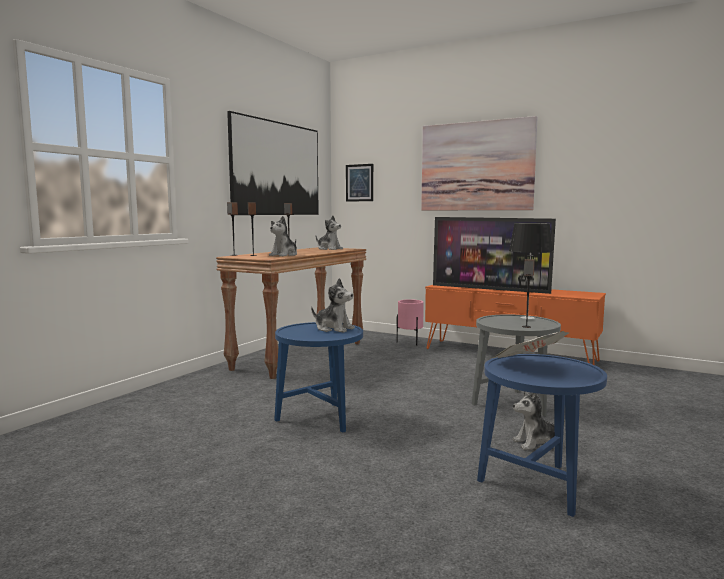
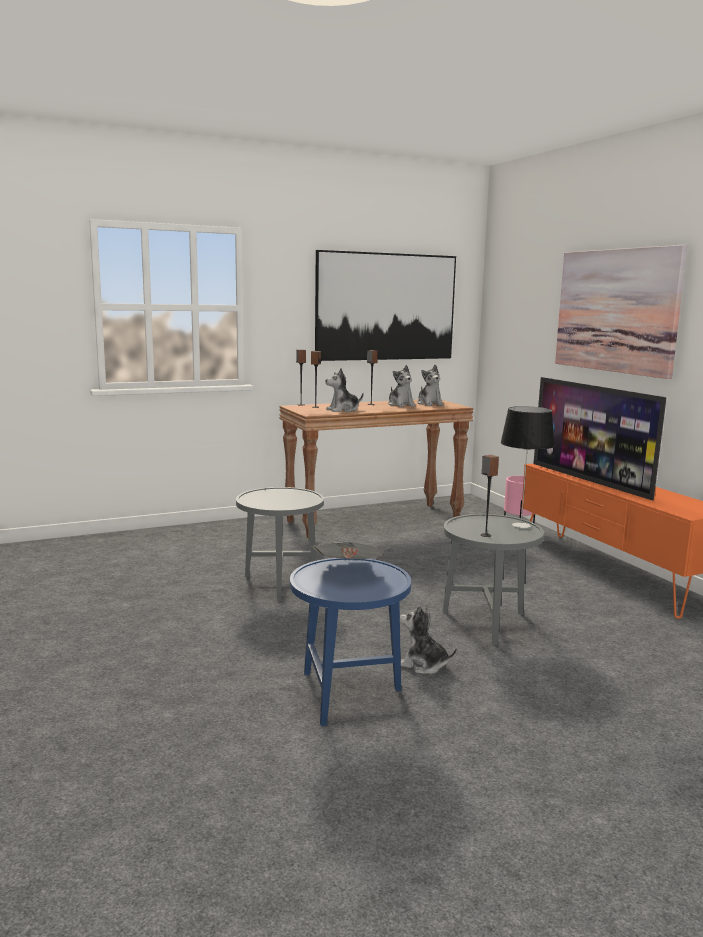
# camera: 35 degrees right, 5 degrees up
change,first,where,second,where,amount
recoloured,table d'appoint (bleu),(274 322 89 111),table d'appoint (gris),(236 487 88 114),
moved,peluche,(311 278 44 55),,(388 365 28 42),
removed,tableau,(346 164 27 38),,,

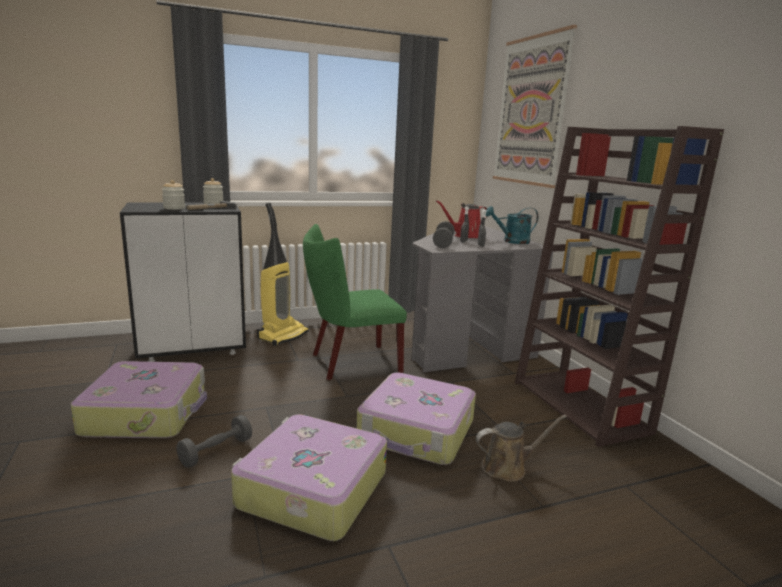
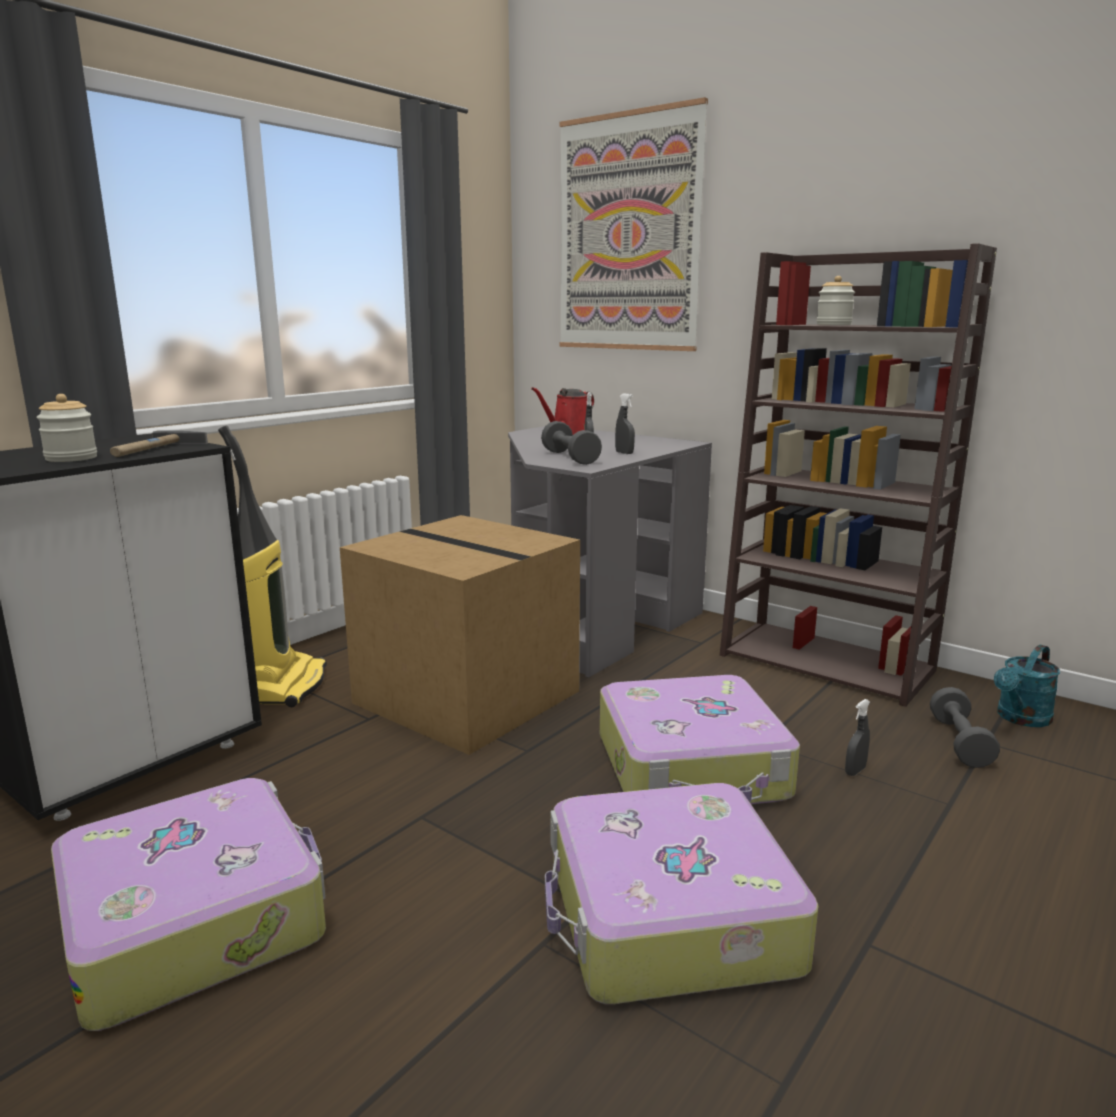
# camera: 30 degrees left, 0 degrees up
change,first,where,second,where,amount
moved,haltère (gris),(176 415 76 53),,(930 687 70 81),
moved,bocal,(203 178 20 26),,(816 276 39 49),
replaced,chaise (vert),(303 224 104 156),carton,(340 515 240 240),
replaced,arrosoir (marron),(476 415 91 67),vaporisateur (gris),(845 699 25 77),
moved,arrosoir (turquoise),(485 206 53 38),,(994 645 66 82),

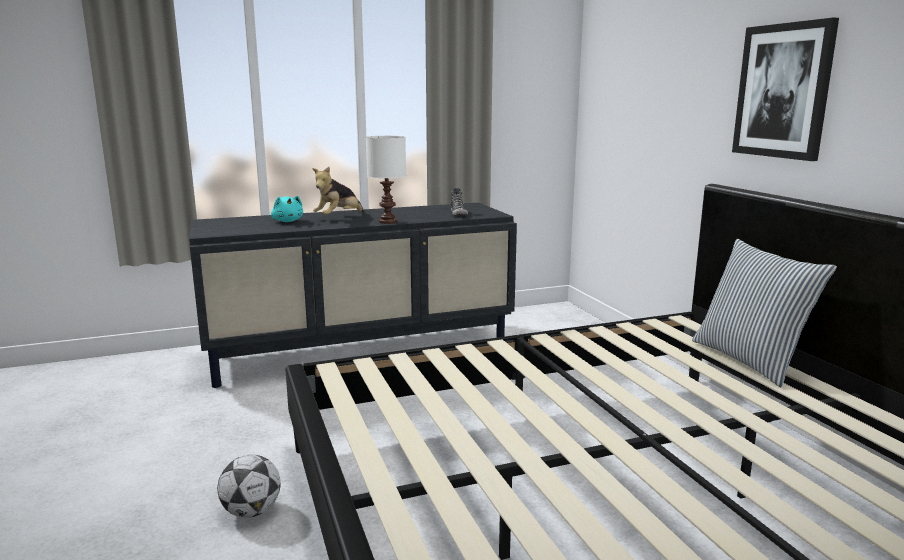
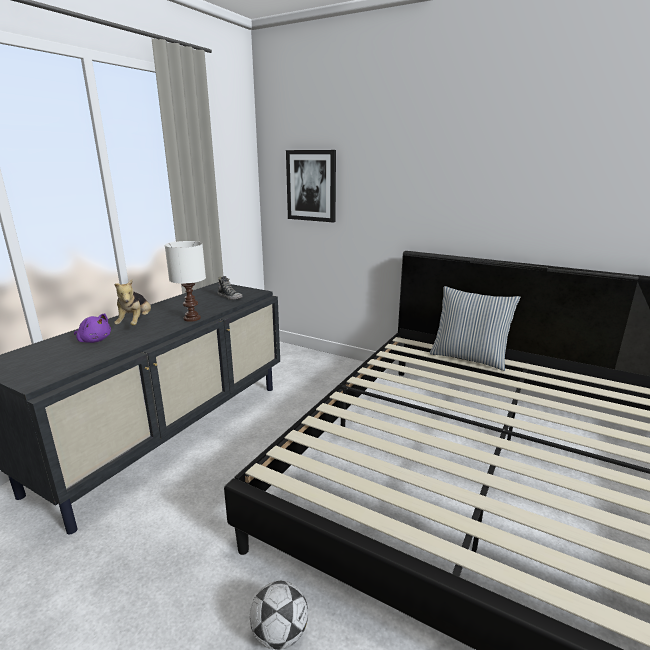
# camera: 40 degrees left, 5 degrees up
change,first,where,second,where,amount
recoloured,peluche (turquoise),(271 196 32 26),peluche (violet),(74 313 37 30),
moved,tableau,(732 18 107 143),,(286 150 50 73),

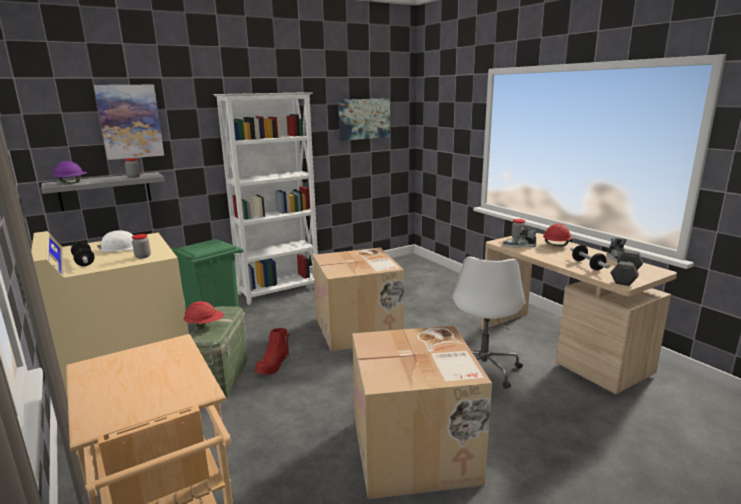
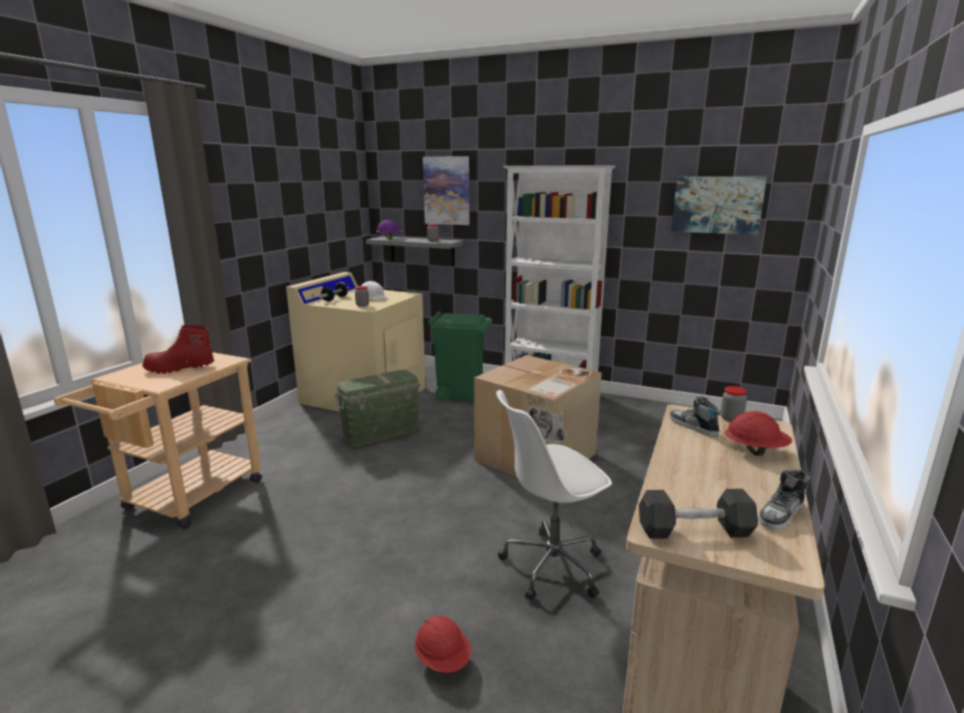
# camera: 55 degrees right, 0 degrees up
change,first,where,second,where,amount
moved,casque de chantier (rouge),(183 301 41 28),,(415 615 56 58),
moved,botte (rouge),(255 328 35 47),,(142 324 72 50),
removed,carton,(352 326 140 173),,,
removed,haltère,(570 245 39 25),,,

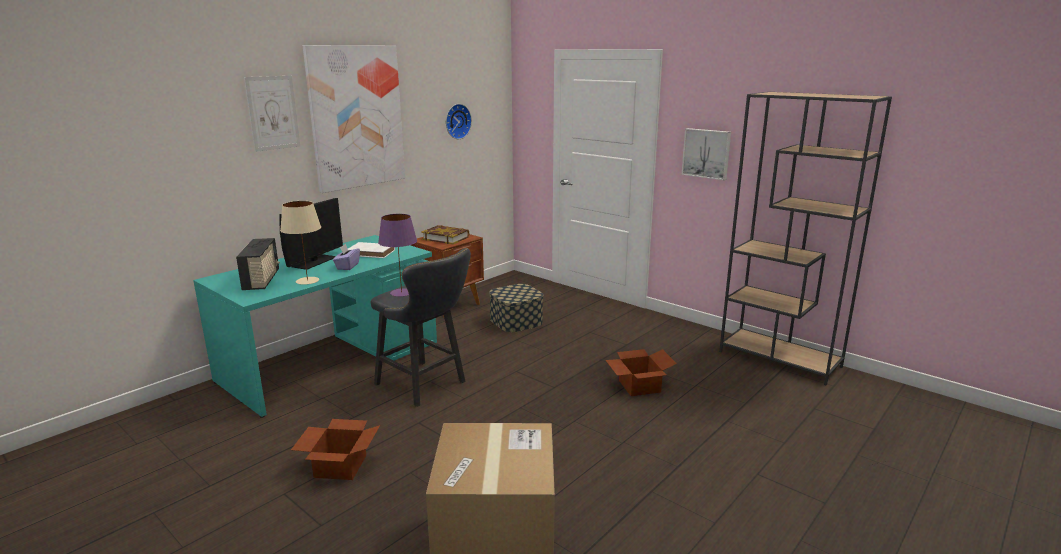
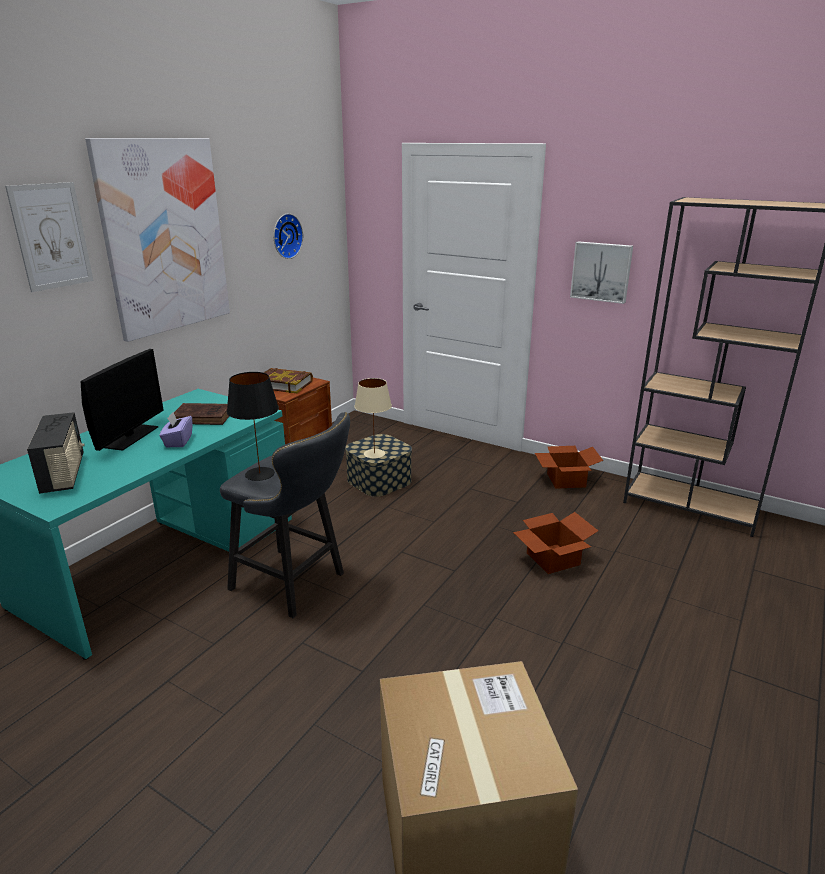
# camera: 10 degrees left, 5 degrees up
change,first,where,second,where,amount
moved,lampe de table (beige),(280 201 41 84),,(354 378 38 80),
moved,carton,(291 419 89 61),,(535 446 68 43),
recoloured,livre (blanc),(348 242 47 16),livre (marron),(174 403 55 22),
recoloured,lampe de table (violet),(378 214 39 83),lampe de table (noir),(227 372 52 109),

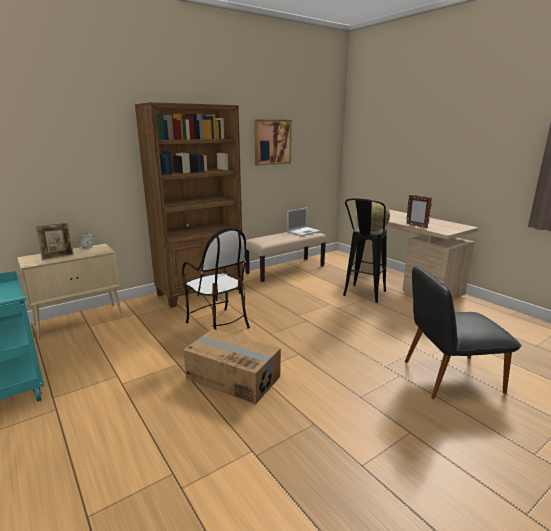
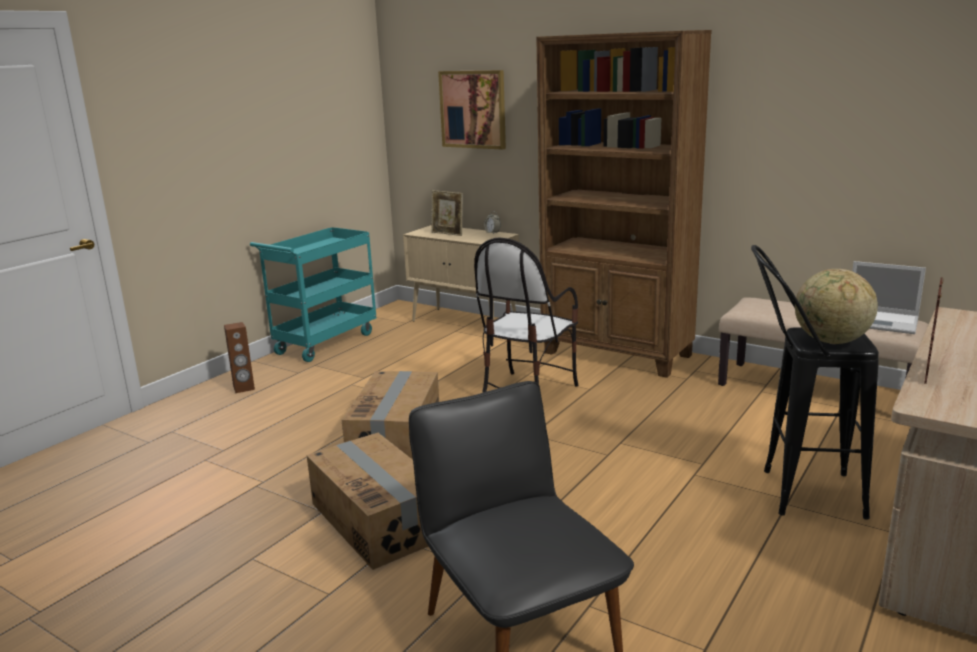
# camera: 70 degrees right, 0 degrees up
change,first,where,second,where,amount
moved,tableau,(254 120 38 46),,(438 70 68 80),
added,,,enceinte (marron),(224 322 31 71),
added,,,carton,(307 433 122 137),

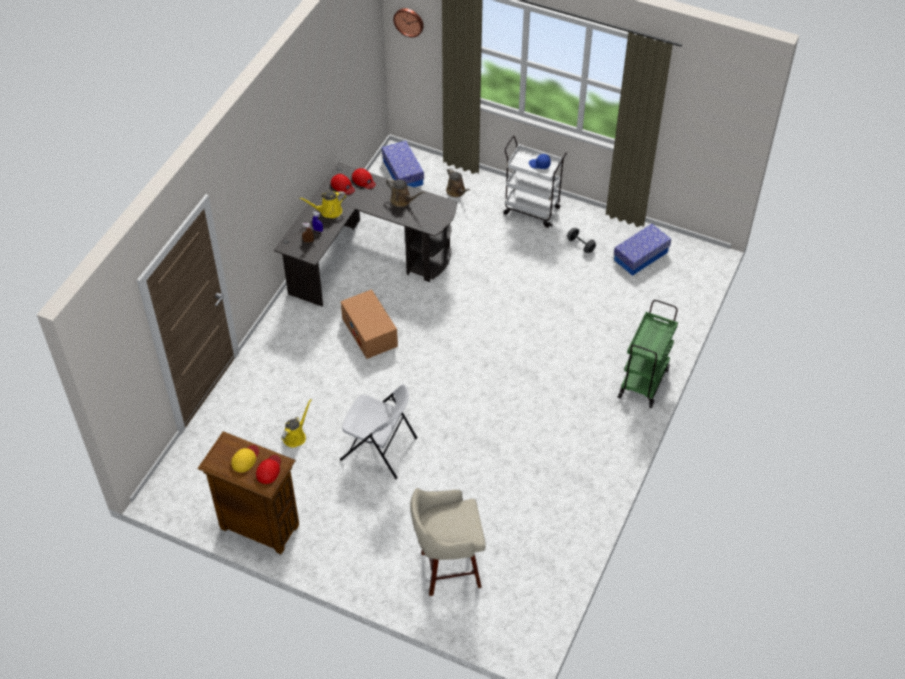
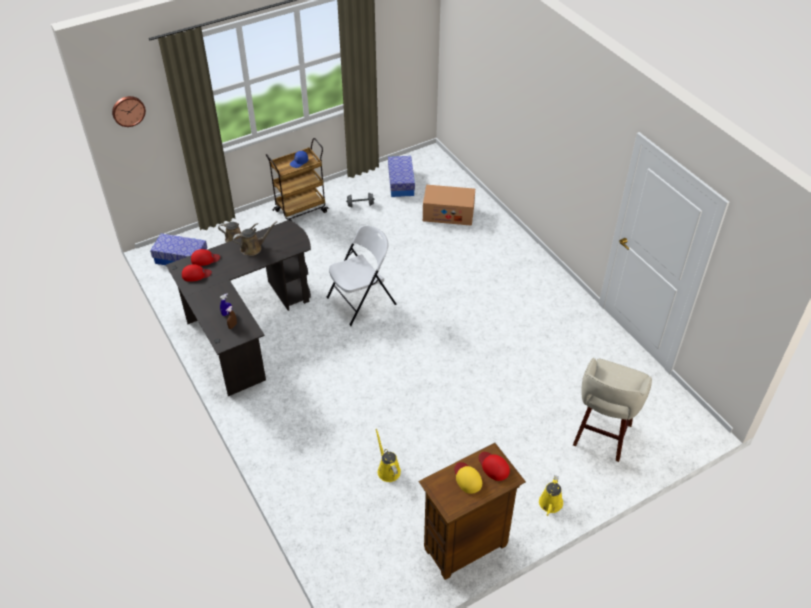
# camera: 55 degrees left, 5 degrees down
change,first,where,second,where,amount
moved,arrosoir (jaune),(299 191 47 27),,(539 475 24 41),
moved,chaise (blanc),(340 384 77 96),,(327 225 69 101),
moved,carton,(341 289 57 70),,(423 185 52 41),
recoloured,chariot (blanc),(504 136 63 92),chariot (marron),(266 138 62 83),
removed,chariot (vert),(617 300 61 108),,,

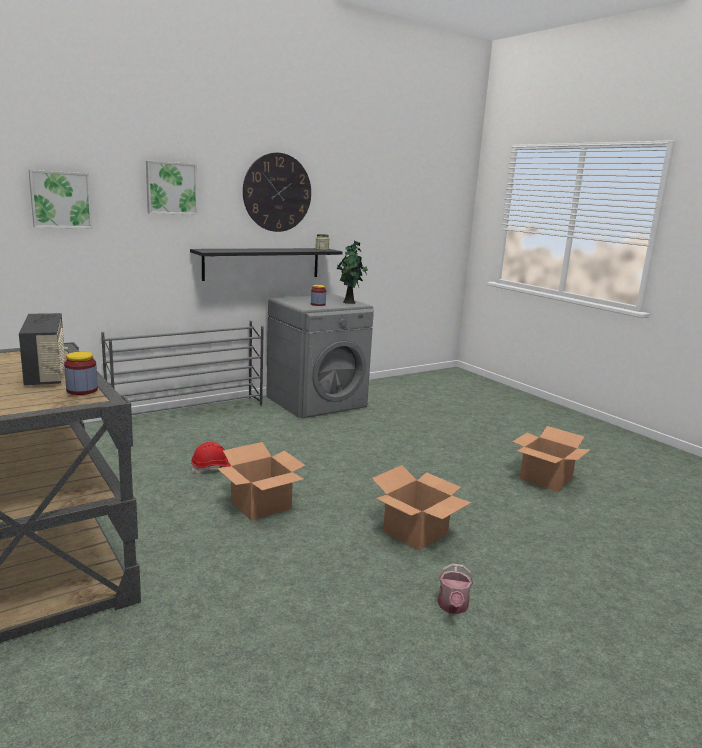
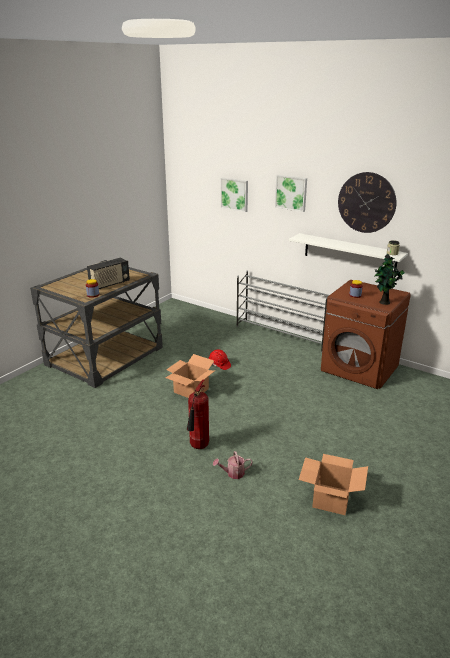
# camera: 70 degrees right, 10 degrees up
change,first,where,second,where,amount
recoloured,étagère (noir),(190 248 152 33),étagère (blanc),(289 233 119 35),
recoloured,lave-linge (gris),(266 294 108 124),lave-linge (marron),(321 280 90 109),
replaced,carton,(372 465 99 86),extincteur,(187 380 22 69),
moved,arrosoir,(437 563 36 51),,(213 451 40 28),

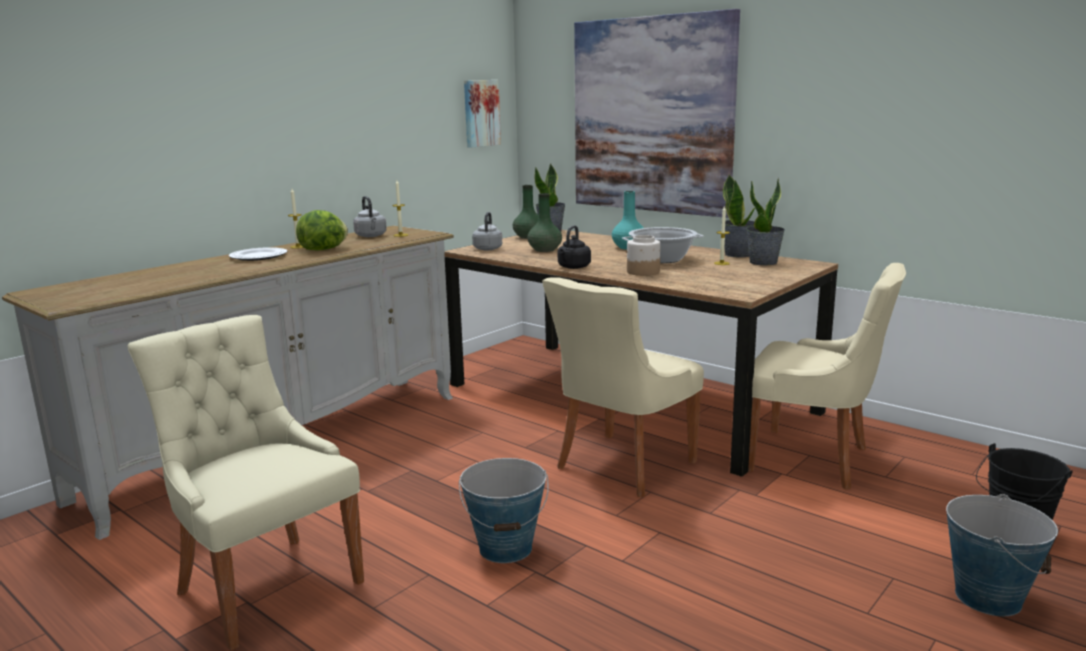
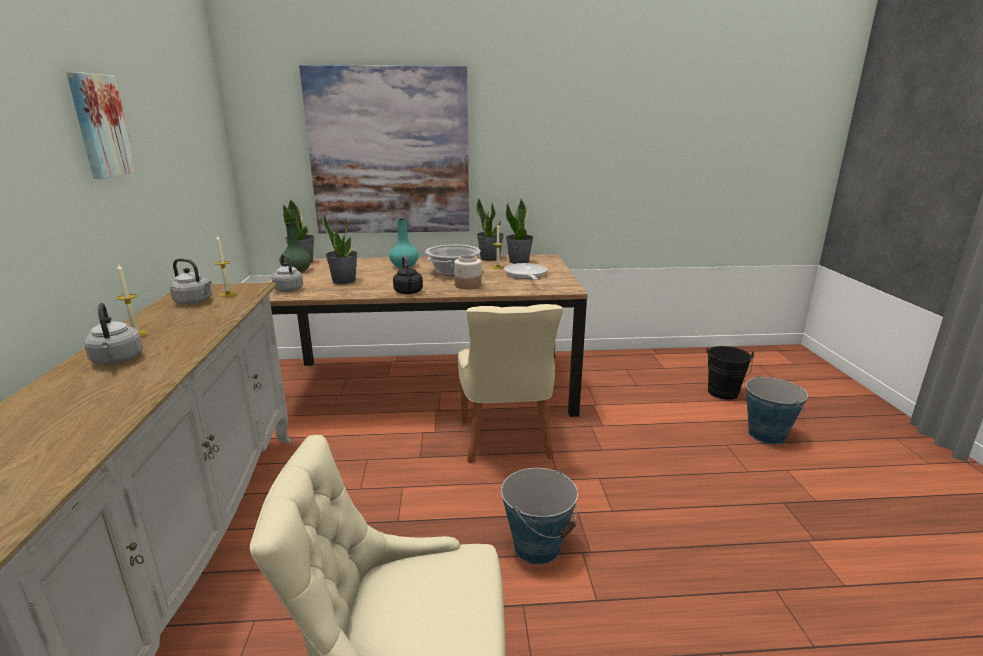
# camera: 45 degrees left, 5 degrees up
change,first,where,second,where,amount
replaced,assiette,(229 247 58 14),bouilloire (gris),(84 303 59 62),
removed,laitue,(296 210 52 40),,,
moved,tableau,(464 80 37 68),,(66 72 71 107),
replaced,vase (vert),(527 193 35 59),plante en pot,(323 214 35 70),
removed,chaise (beige),(748 263 158 227),,,
added,,,poêle,(504 263 43 17),

